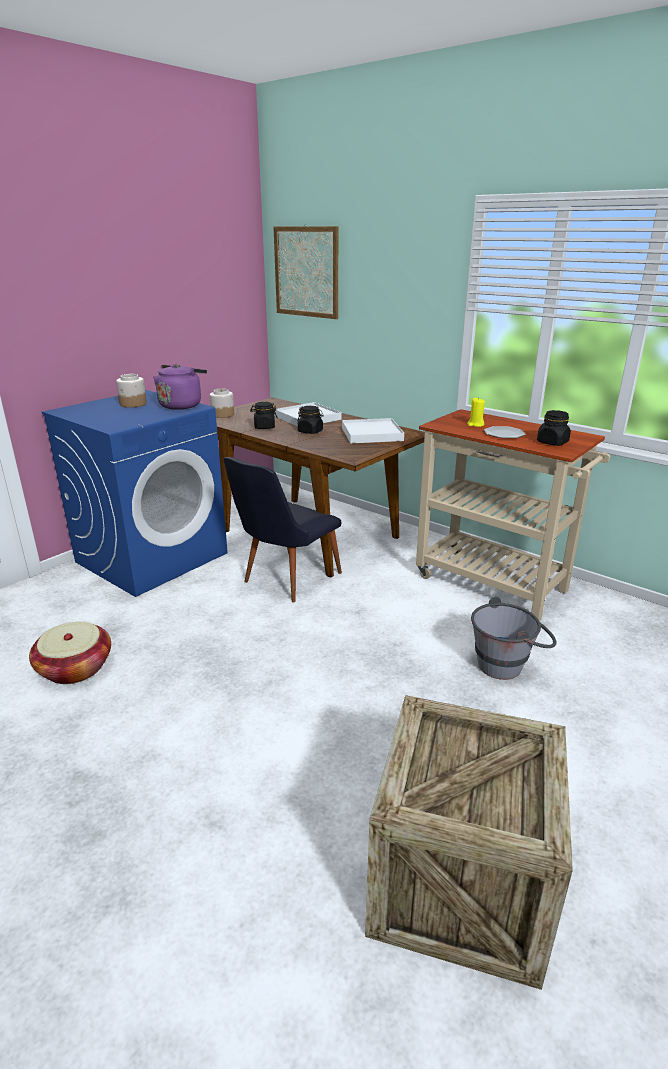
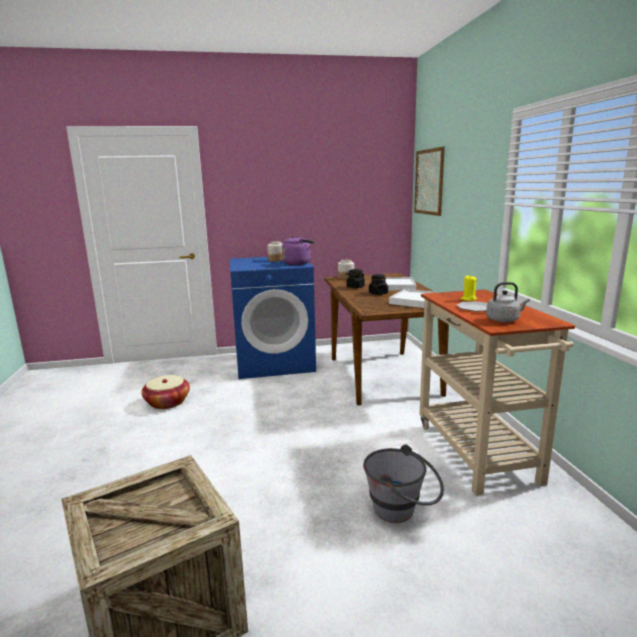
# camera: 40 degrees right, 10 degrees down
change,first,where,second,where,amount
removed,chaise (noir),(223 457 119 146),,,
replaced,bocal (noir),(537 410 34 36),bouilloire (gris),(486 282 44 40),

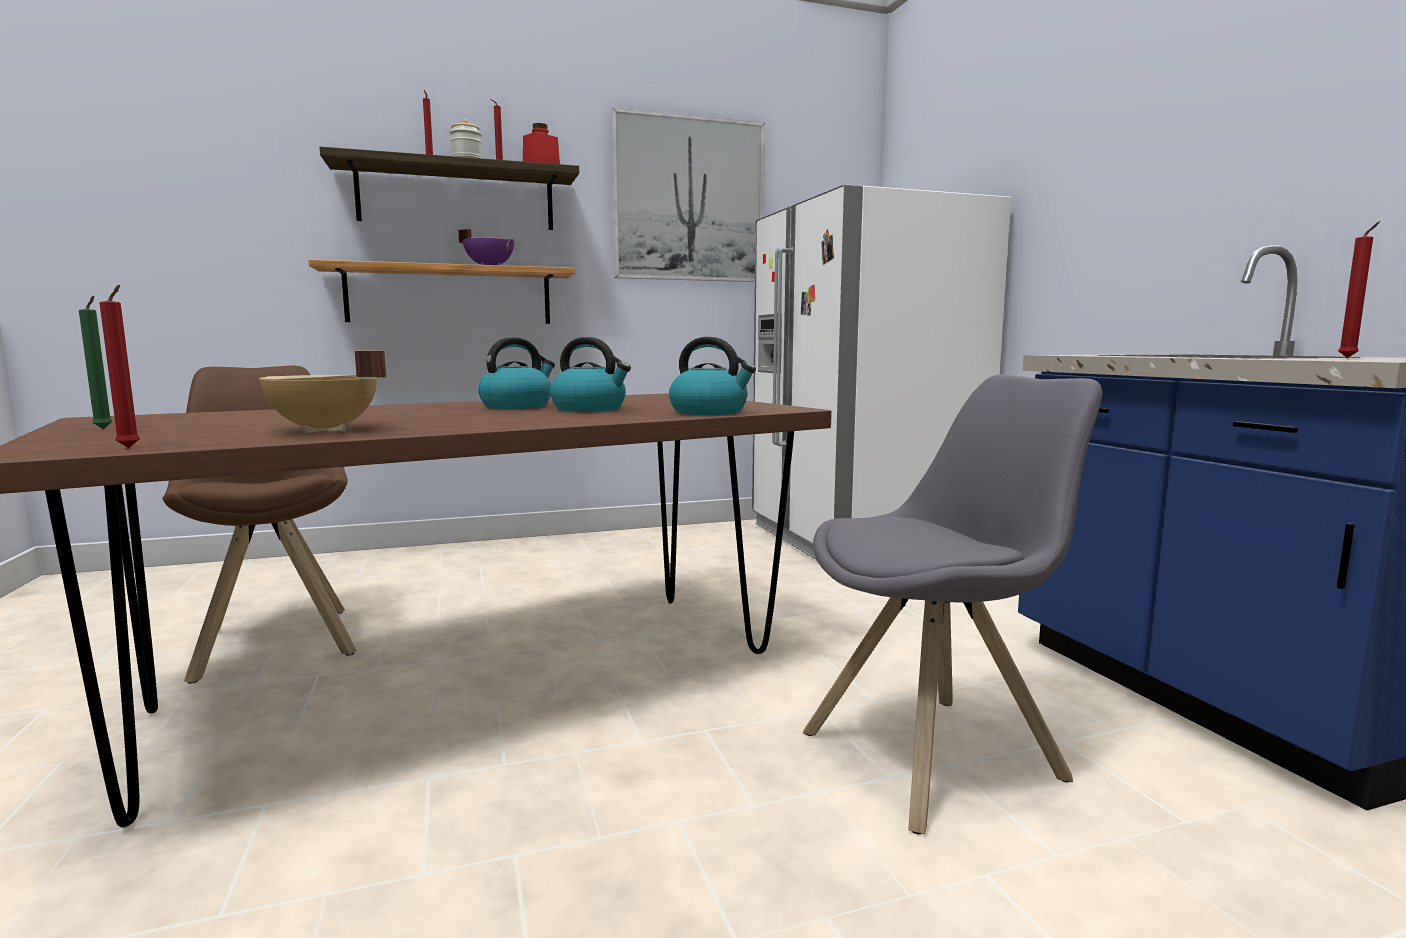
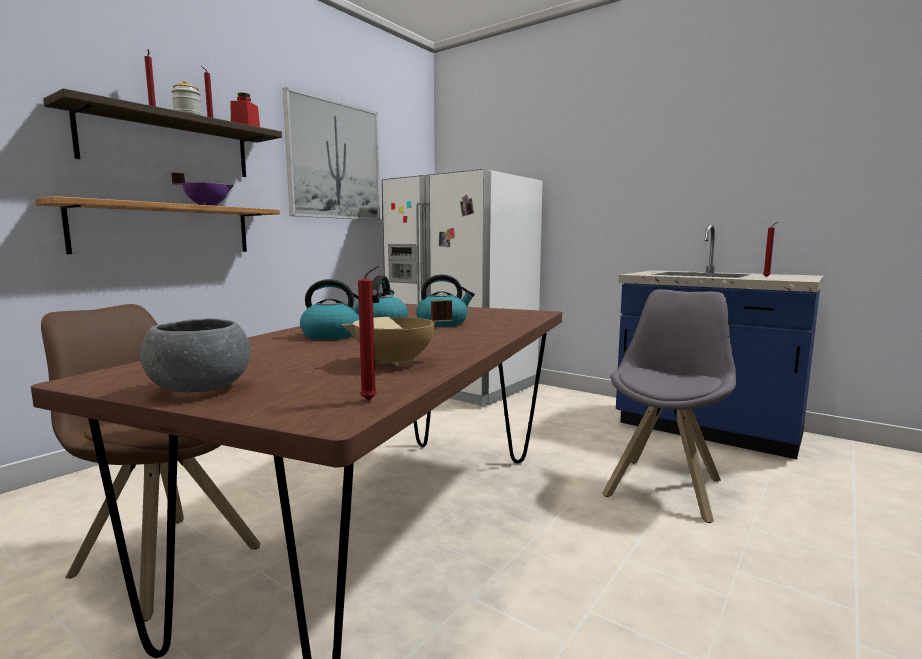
# camera: 35 degrees left, 0 degrees up
change,first,where,second,where,amount
replaced,bougie (vert),(79 296 34 133),bol (gris),(140 319 111 74),
moved,bouilloire,(669 337 87 78),,(300 279 59 61),

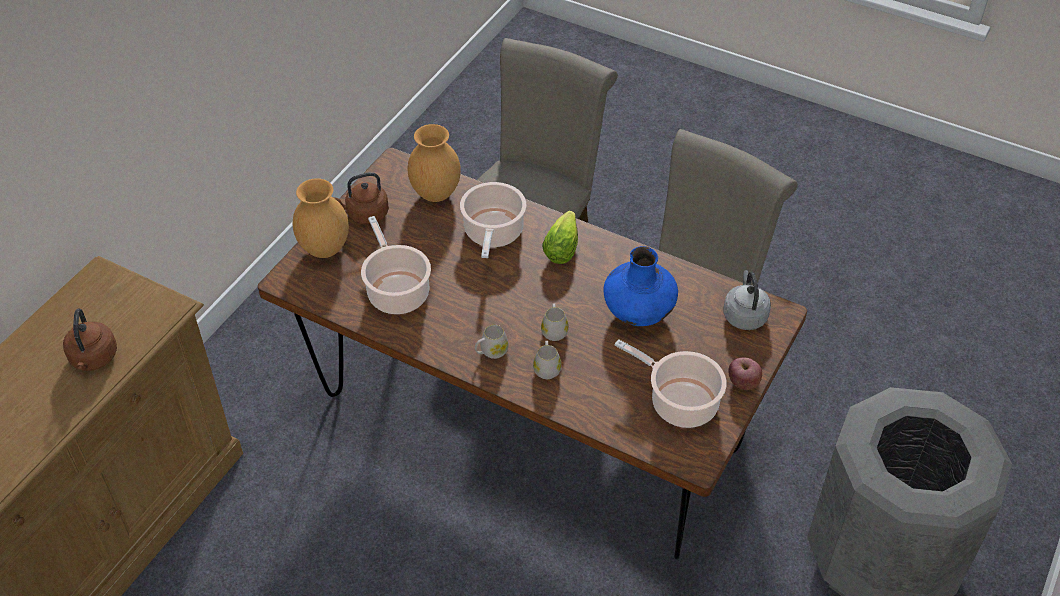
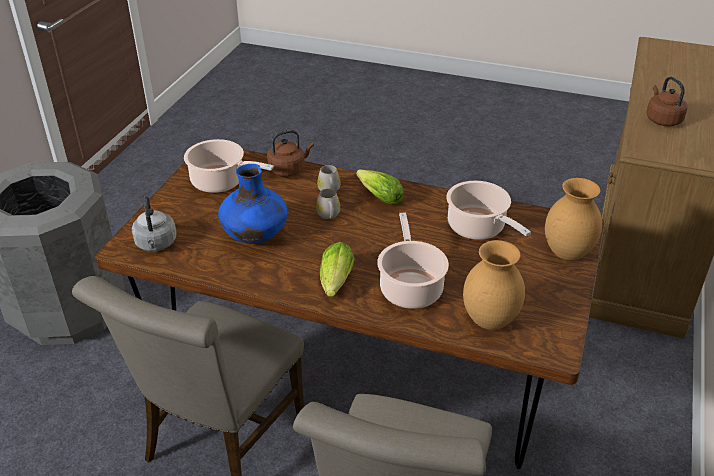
# camera: 170 degrees right, 10 degrees down
change,first,where,second,where,amount
moved,bouilloire (marron),(333 172 56 52),,(267 130 47 47),
replaced,mug (blanc),(475 325 34 34),laitue,(356 169 48 36),
removed,pomme,(728 357 34 33),,,

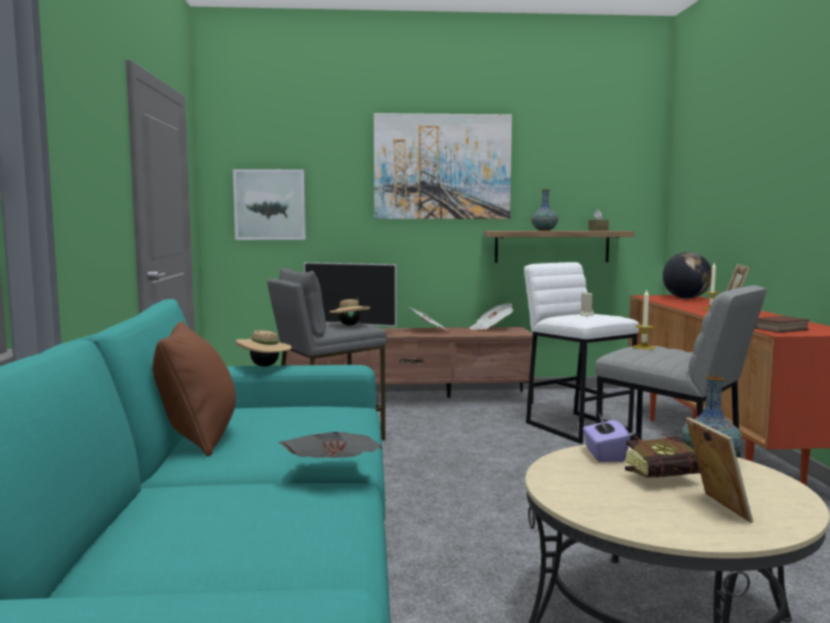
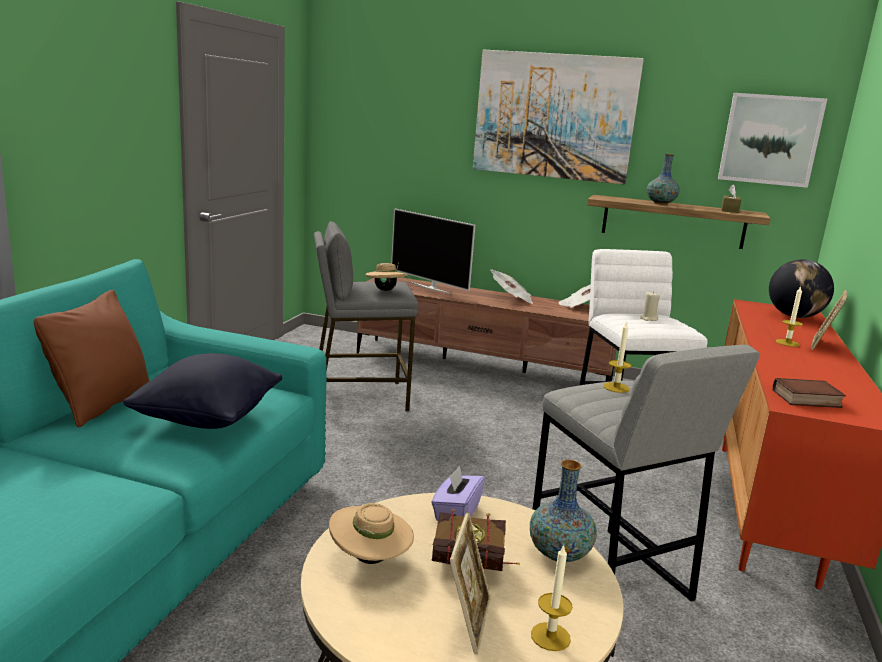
# camera: 20 degrees right, 10 degrees up
change,first,where,second,where,amount
moved,tableau,(233 169 73 71),,(718 93 109 95),
moved,chapeau (beige),(236 330 56 37),,(329 503 85 61),
removed,journal,(278 432 104 26),,,
added,,,coussin (noir),(123 353 159 76),
added,,,bougie,(531 545 42 106),

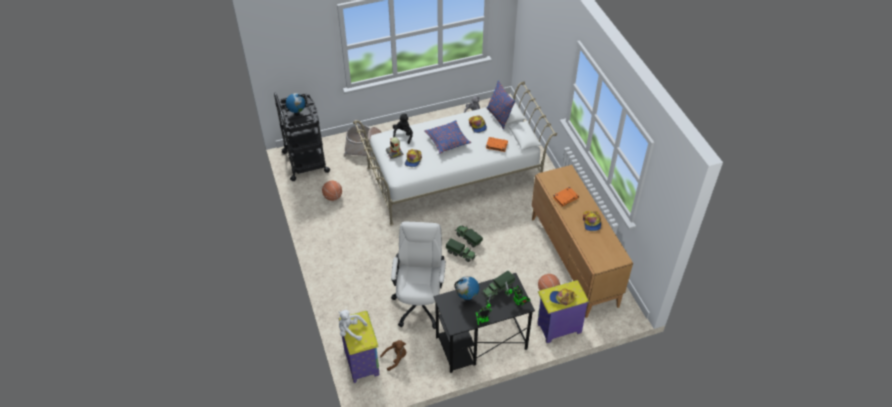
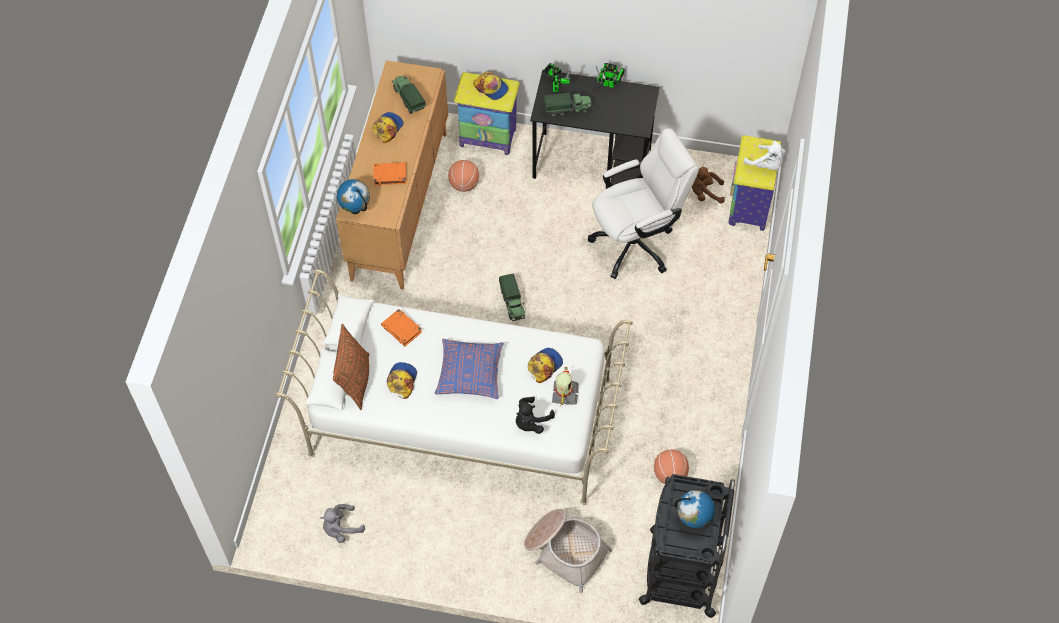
# camera: 150 degrees left, 10 degrees up
change,first,where,second,where,amount
turned,chaise de bureau (blanc),(391 221 55 108),,(588 129 111 150),150 degrees counterclockwise
moved,camion jouet,(446 239 30 23),,(392 76 34 38),
moved,globe,(455 276 24 25),,(337 179 33 35),
recoloured,coussin (bleu),(487 81 28 48),coussin (marron),(333 324 36 86),

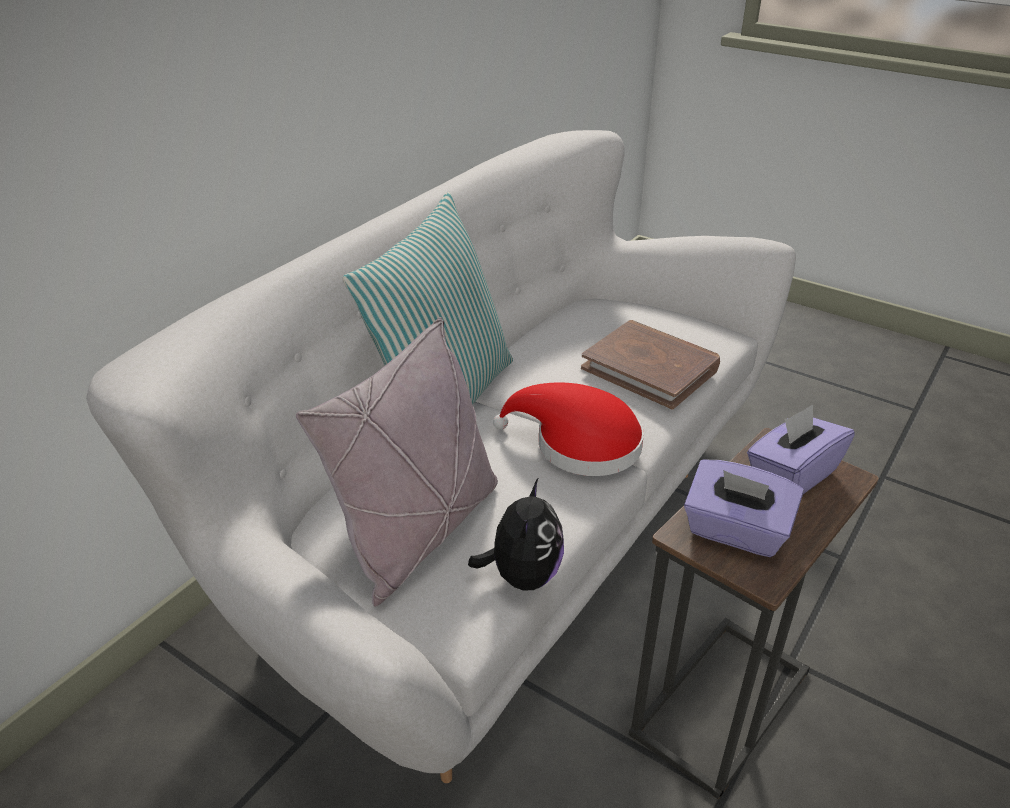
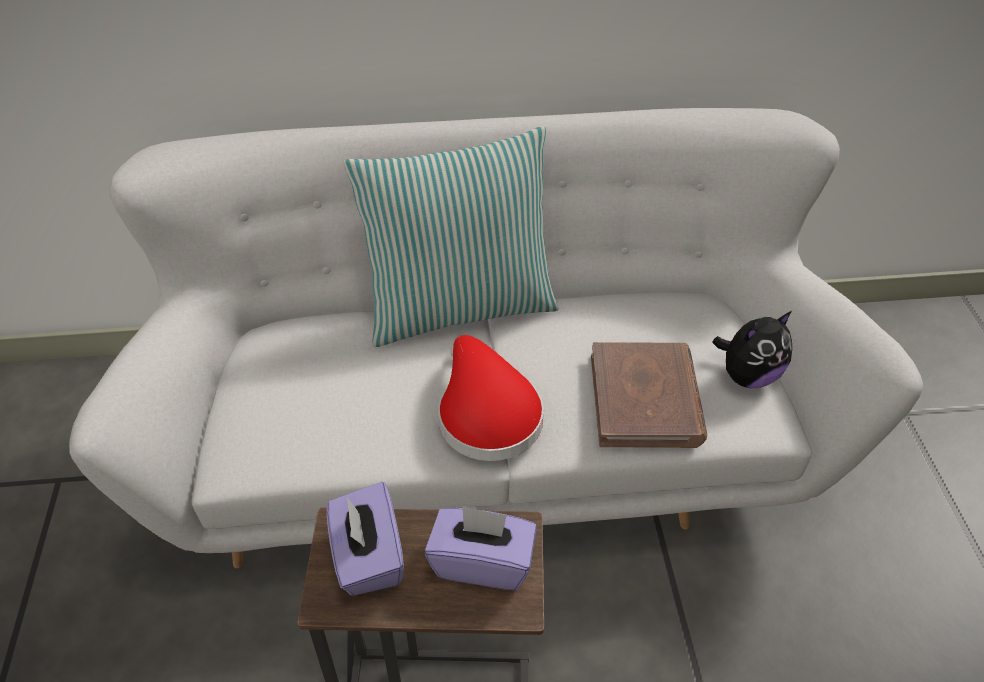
# camera: 50 degrees right, 10 degrees up
change,first,where,second,where,amount
removed,coussin (violet),(296 317 202 290),,,
moved,peluche,(468 477 96 114),,(713 311 79 77),

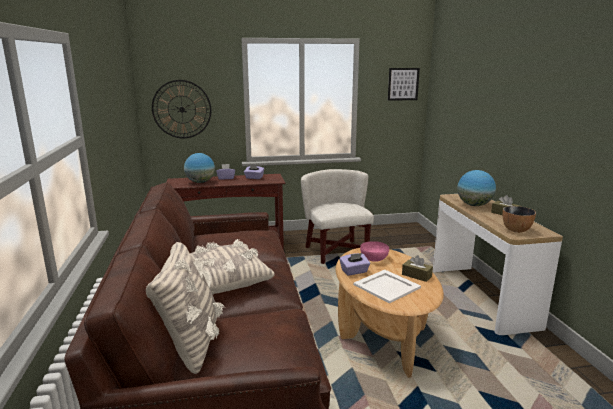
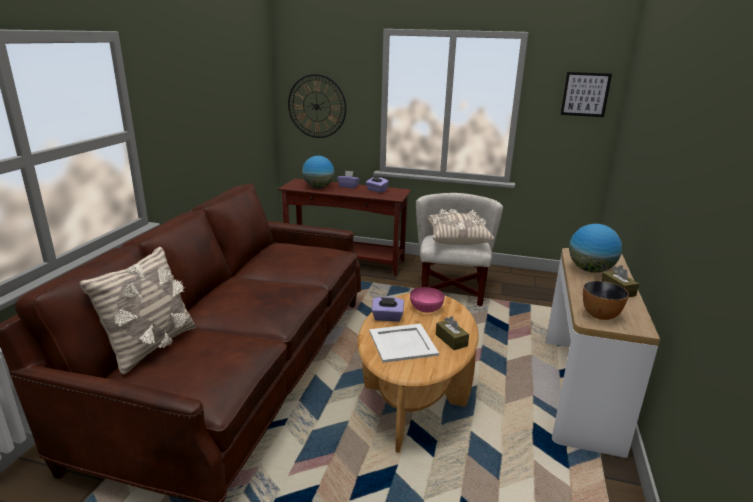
# camera: 25 degrees right, 5 degrees up
change,first,where,second,where,amount
moved,coussin (beige),(190 238 85 57),,(428 209 66 36),

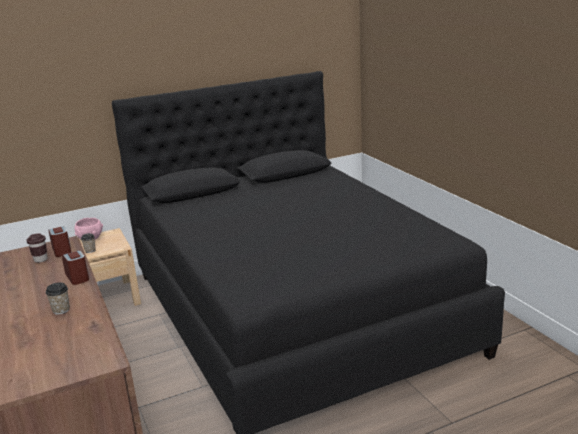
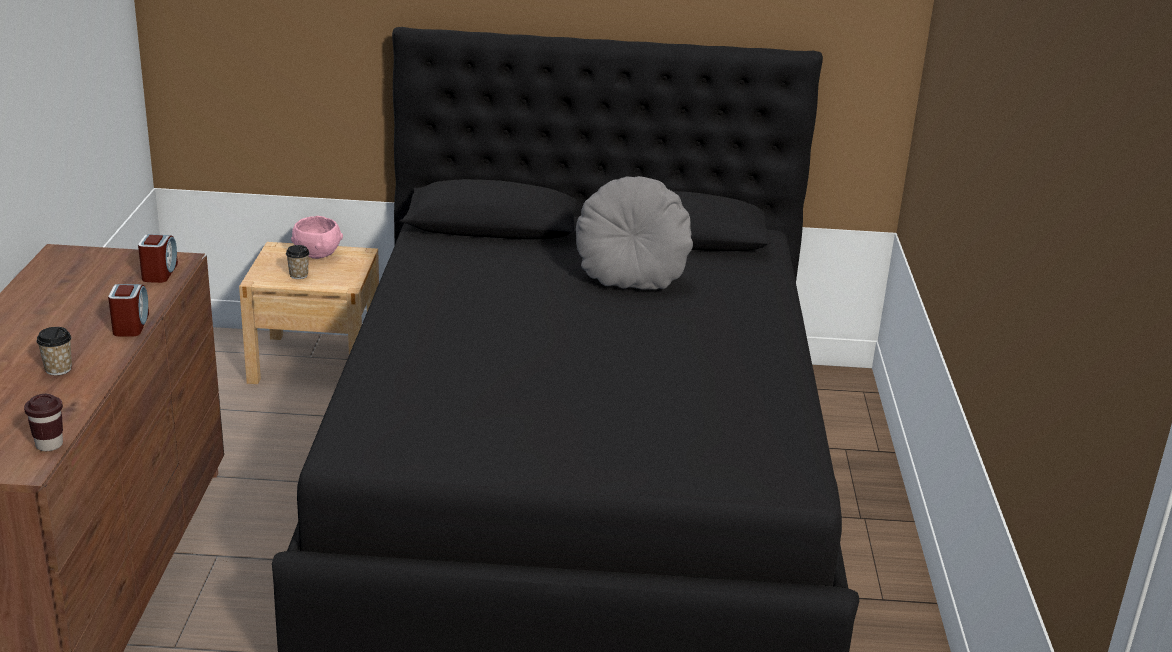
# camera: 25 degrees right, 5 degrees up
change,first,where,second,where,amount
moved,tasse (marron),(26 233 21 30),,(24 394 39 57),
added,,,coussin (gris),(576 176 117 114),

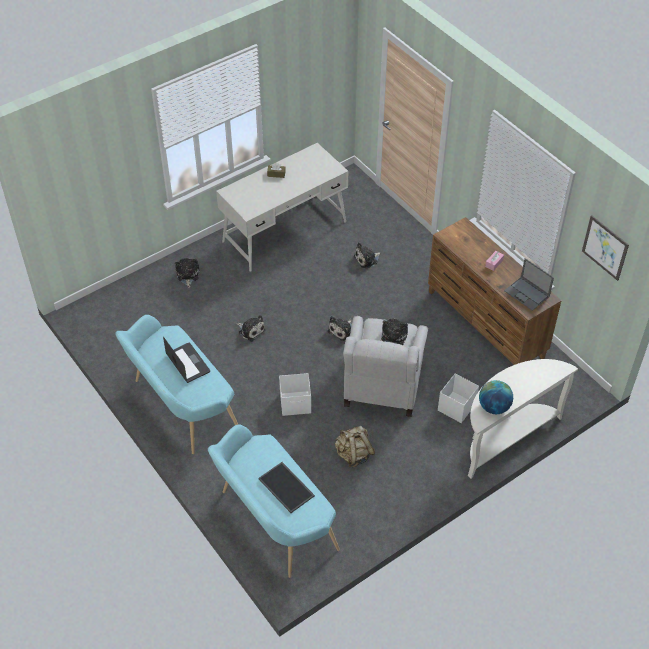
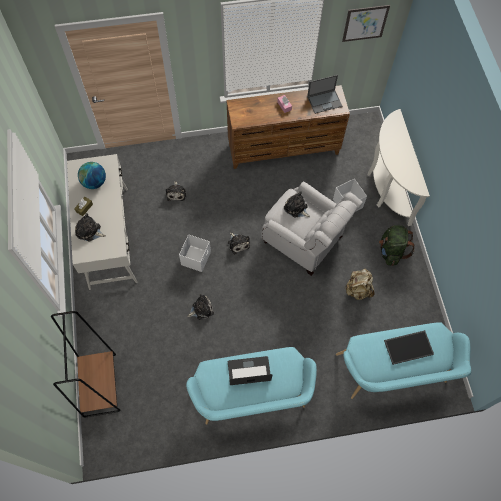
# camera: 65 degrees left, 15 degrees up
change,first,where,second,where,amount
moved,peluche,(175 258 24 30),,(75 213 31 29),
moved,boîte de rangement (blanc),(279 373 32 43),,(179 234 32 38),
moved,globe,(479 380 34 34),,(78 162 28 27),
added,,,portant,(51 311 69 106),
added,,,sac à dos (vert),(379 225 35 41),

